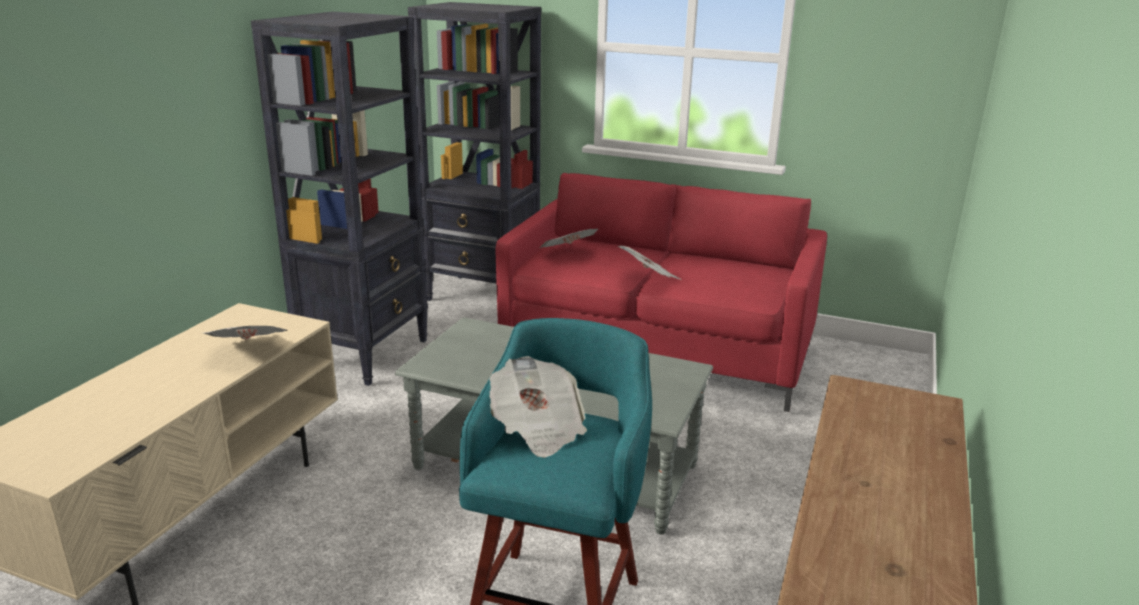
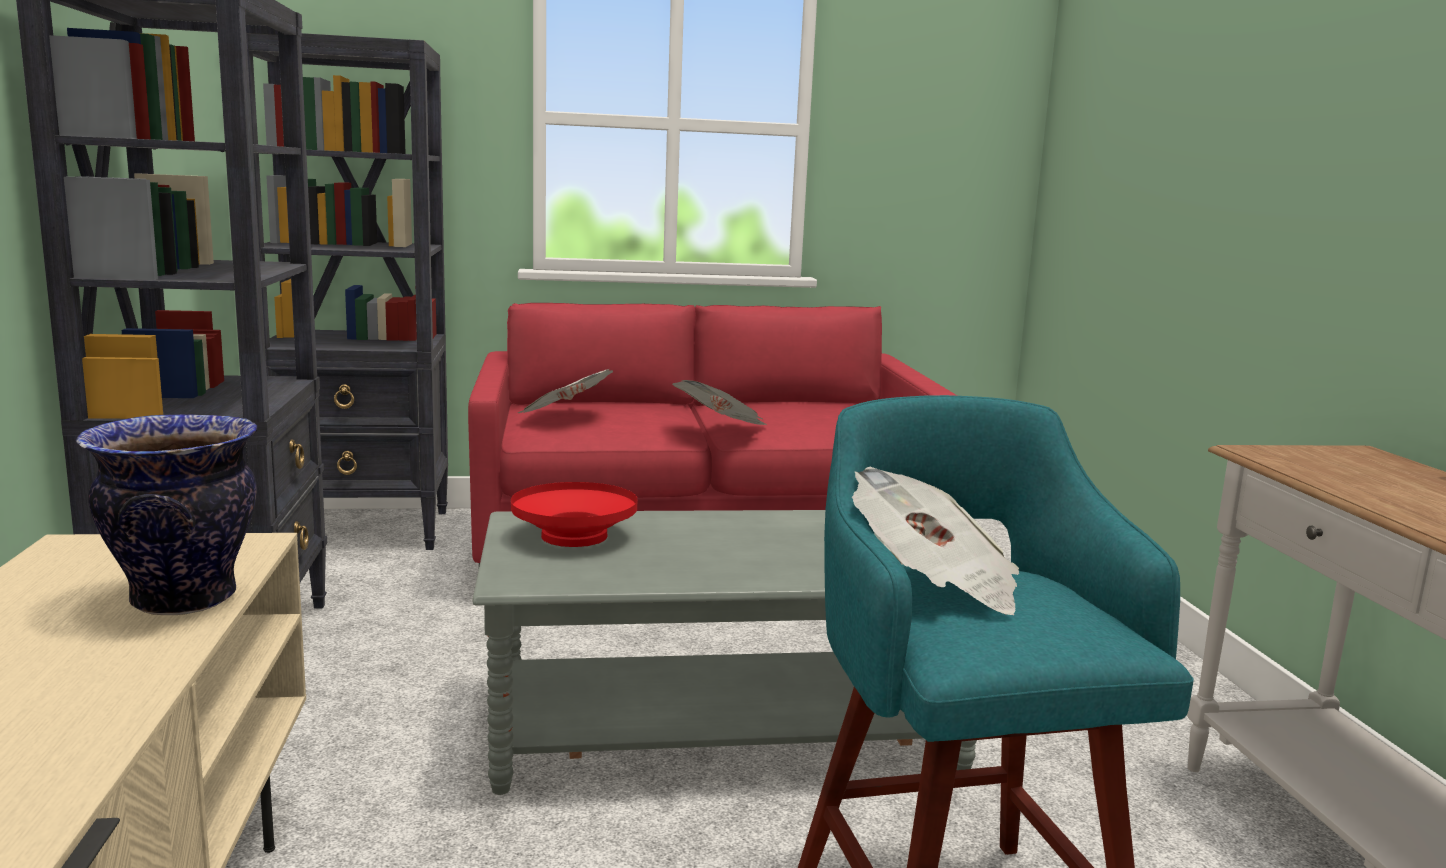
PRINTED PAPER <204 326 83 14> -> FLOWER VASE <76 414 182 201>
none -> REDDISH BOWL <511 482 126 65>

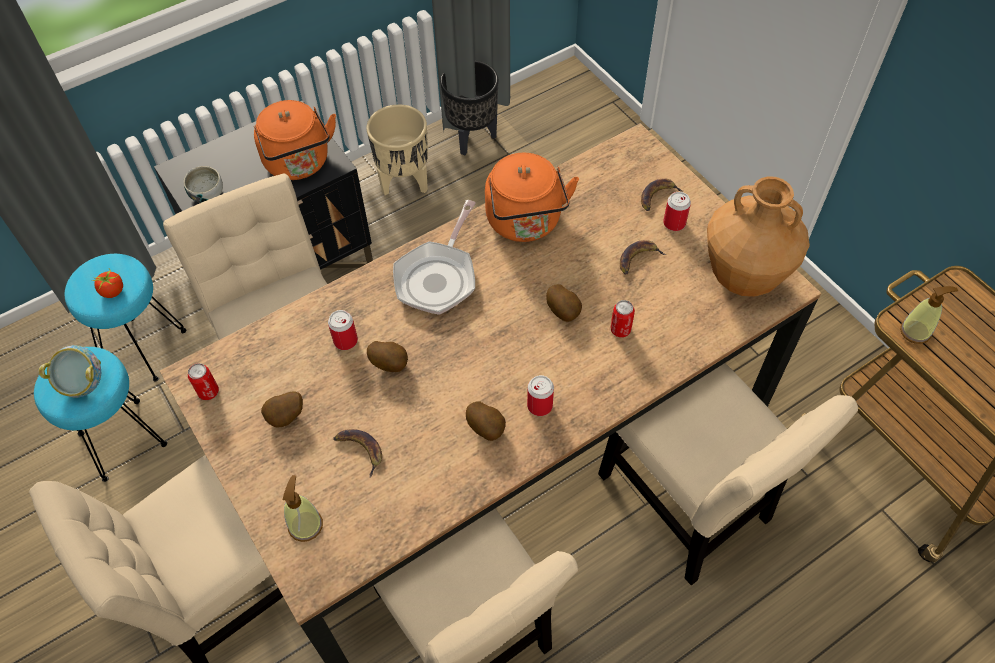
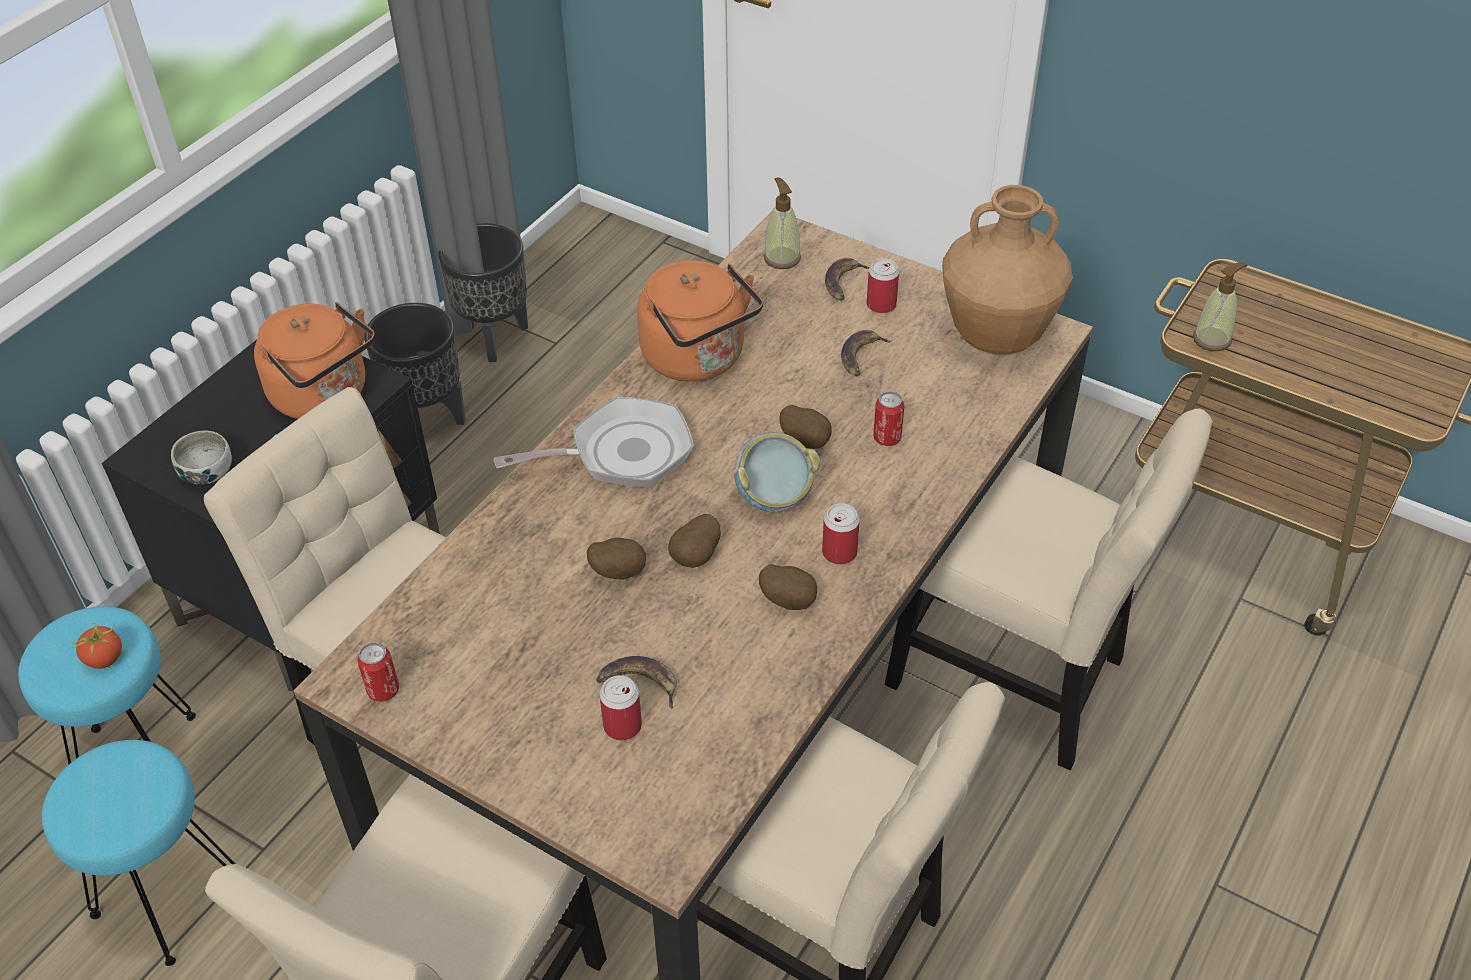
BEIGE PLANT POT <366 104 62 91> -> BLACK-COLOURED PLANT POT <364 303 101 122>
SKILLET <393 200 83 115> -> SKILLET <494 397 200 90>, 105 degrees counterclockwise
SEALED CAN <328 310 30 40> -> SEALED CAN <600 675 42 65>, shifted
BOWL <38 345 63 52> -> BOWL <734 432 86 80>, shifted
WHOLE POTATO <261 392 42 36> -> WHOLE POTATO <668 514 53 54>, shifted
SOAP BOTTLE <283 475 40 67> -> SOAP BOTTLE <764 177 37 92>, shifted

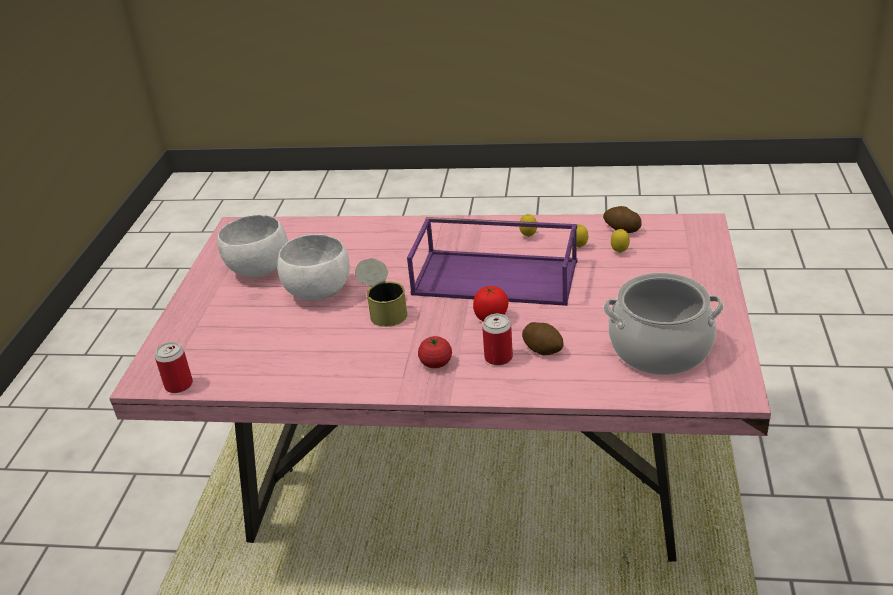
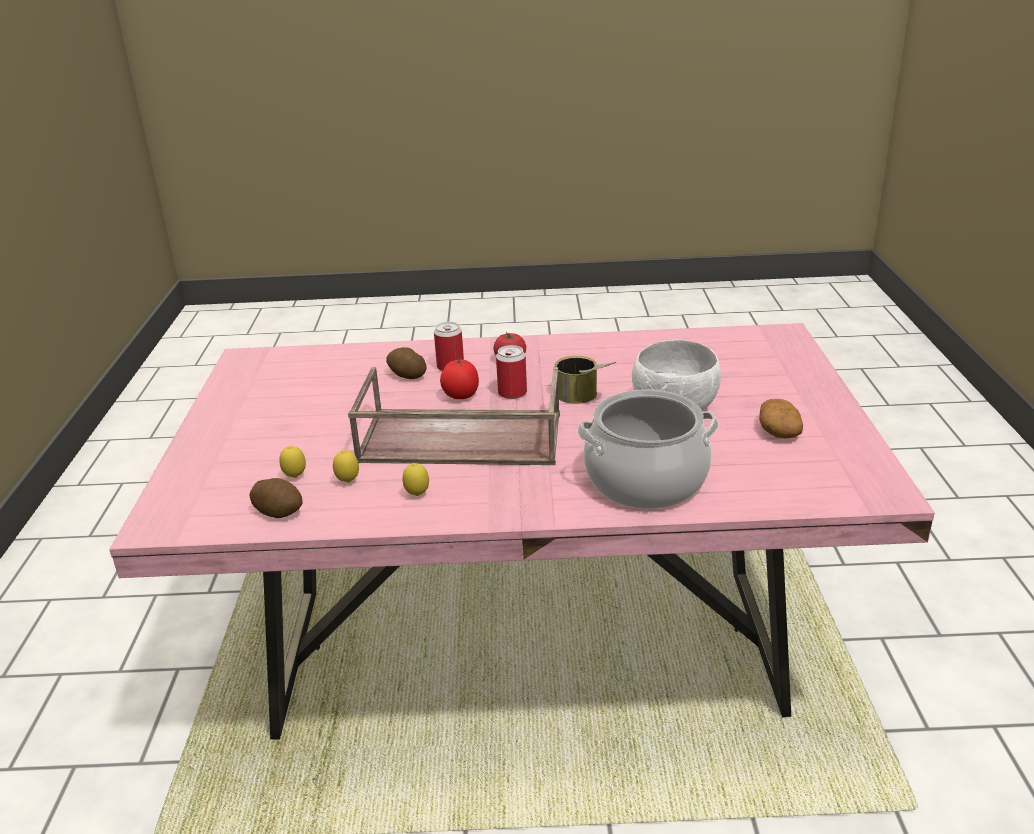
WHITE-COLOURED BOWL <217 215 71 63> -> WHOLE POTATO <759 399 44 39>
PURPLE-COLOURED CARRYING TRAY <407 217 170 89> -> BROWN-COLOURED CARRYING TRAY <348 367 212 98>
COOKING POT <603 273 121 102> -> COOKING POT <577 389 142 120>, shifted
SEALED CAN <155 342 38 51> -> SEALED CAN <496 345 31 54>, shifted

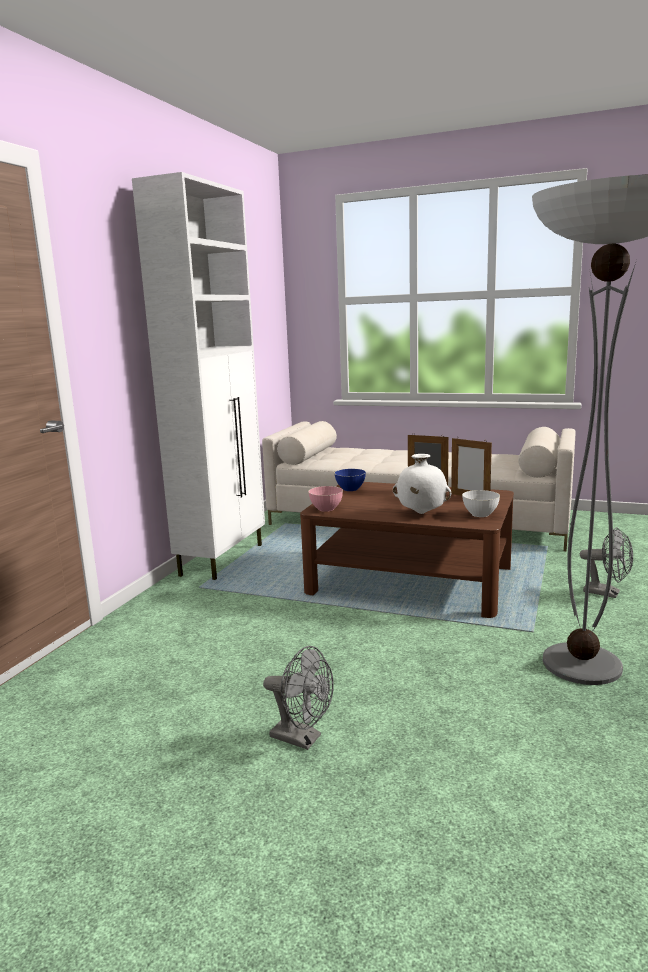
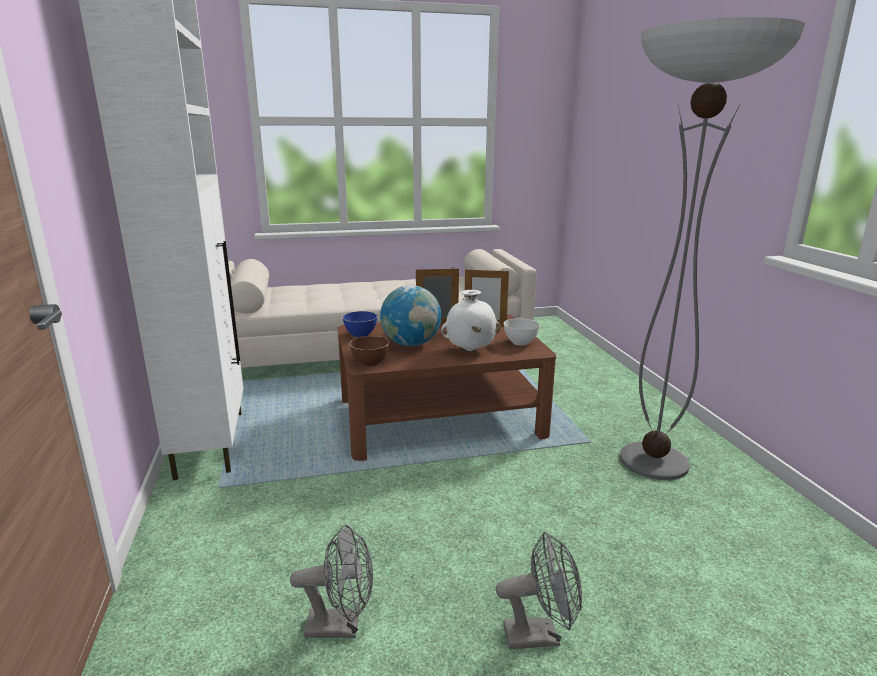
PINK BOWL <308 486 35 26> -> BROWN-COLOURED BOWL <350 336 39 30>
GREYISH ELECTRIC FAN <580 527 53 71> -> GREYISH ELECTRIC FAN <290 525 83 113>, shifted
none -> WORLD GLOBE <380 285 62 62>

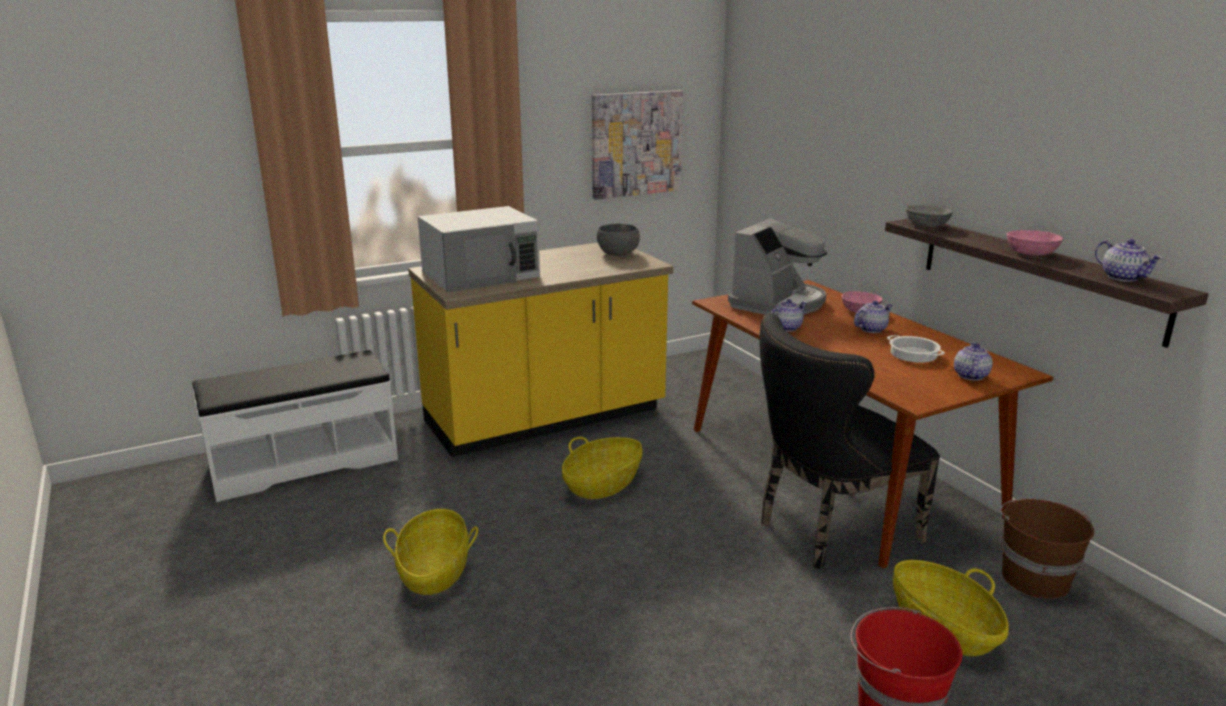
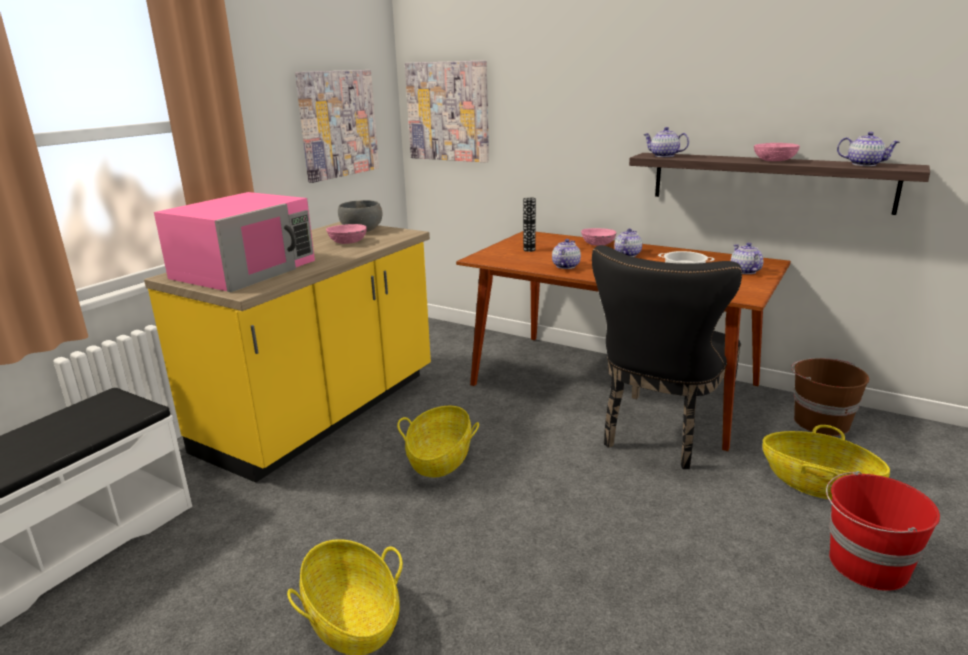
GREYISH BOWL <906 205 47 22> -> TEA POT <643 127 46 30>
WHITE-COLOURED KITCHEN MICROWAVE <418 206 122 86> -> PINK KITCHEN MICROWAVE <154 192 161 100>
COFFEE MACHINE <728 218 99 97> -> FLOWER VASE <523 197 13 55>
none -> PICTURE <405 60 84 102>
none -> PINK BOWL <326 224 41 20>

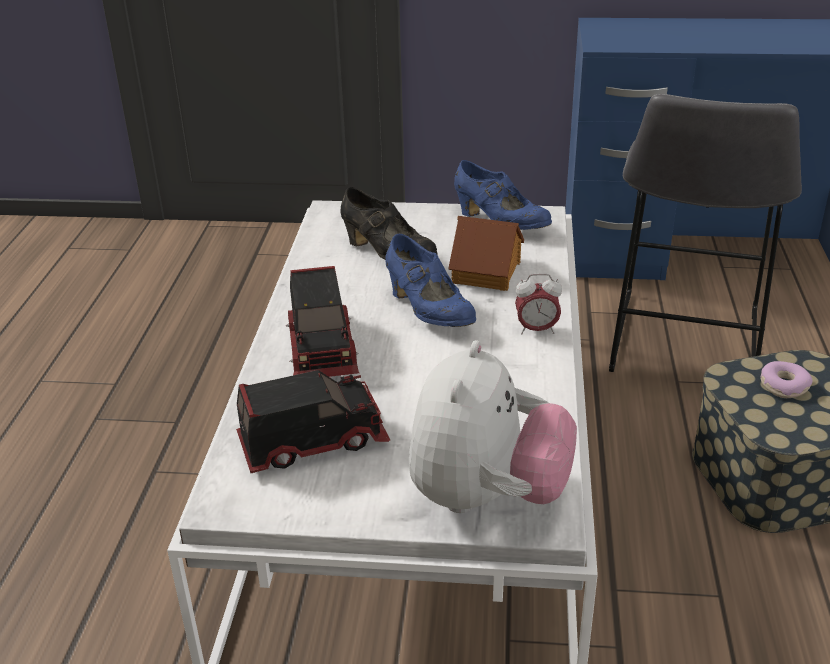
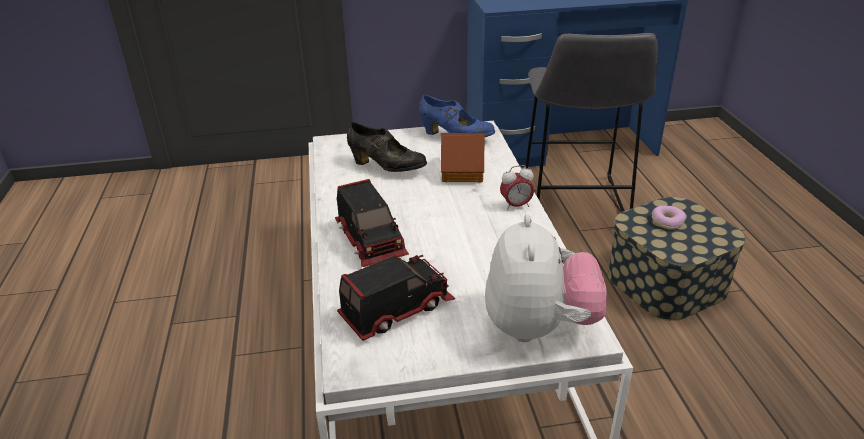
BLUE SHOE <385 234 91 93> -> none

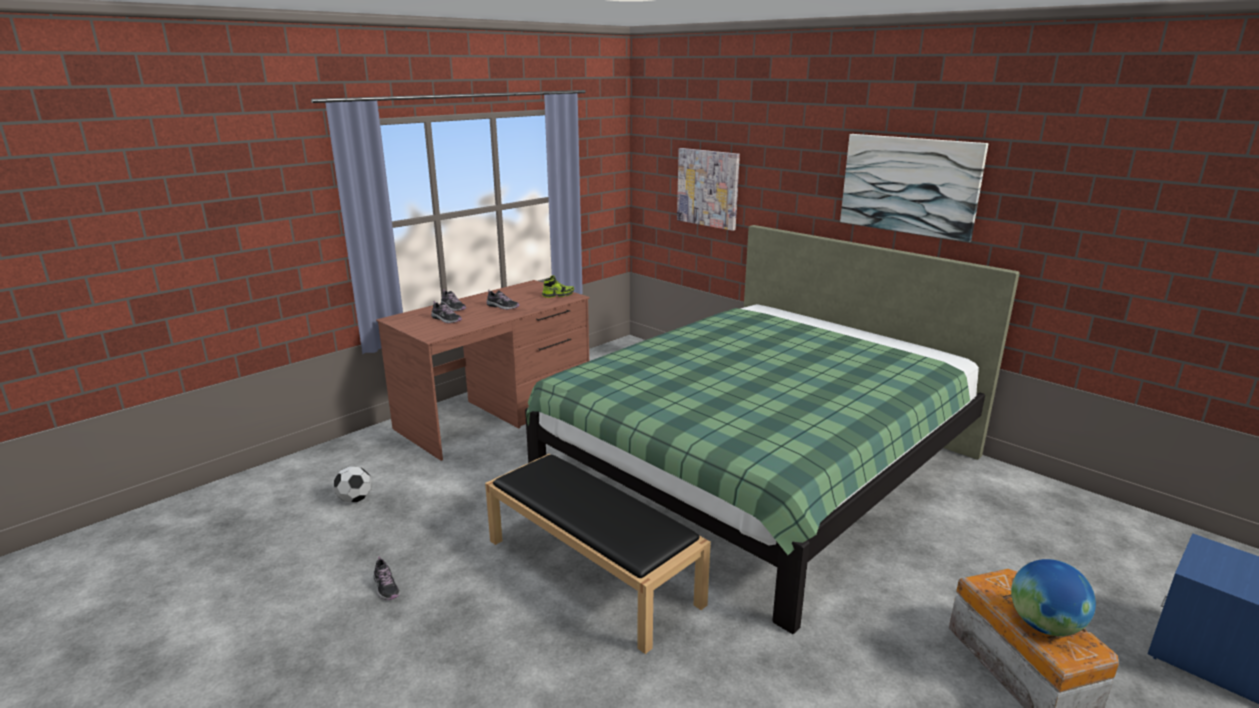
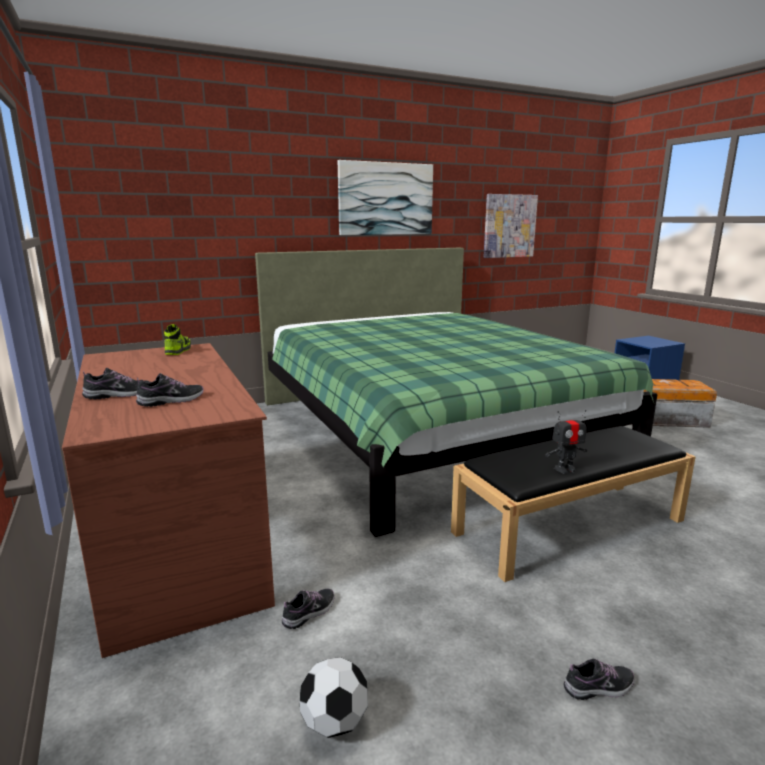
PICTURE <677 148 63 83> -> PICTURE <484 194 54 64>, shifted
SHOE <486 290 33 20> -> SHOE <282 589 52 40>, shifted
WORLD GLOBE <1011 559 85 77> -> none
none -> MODEL ROBOT <545 410 42 64>

